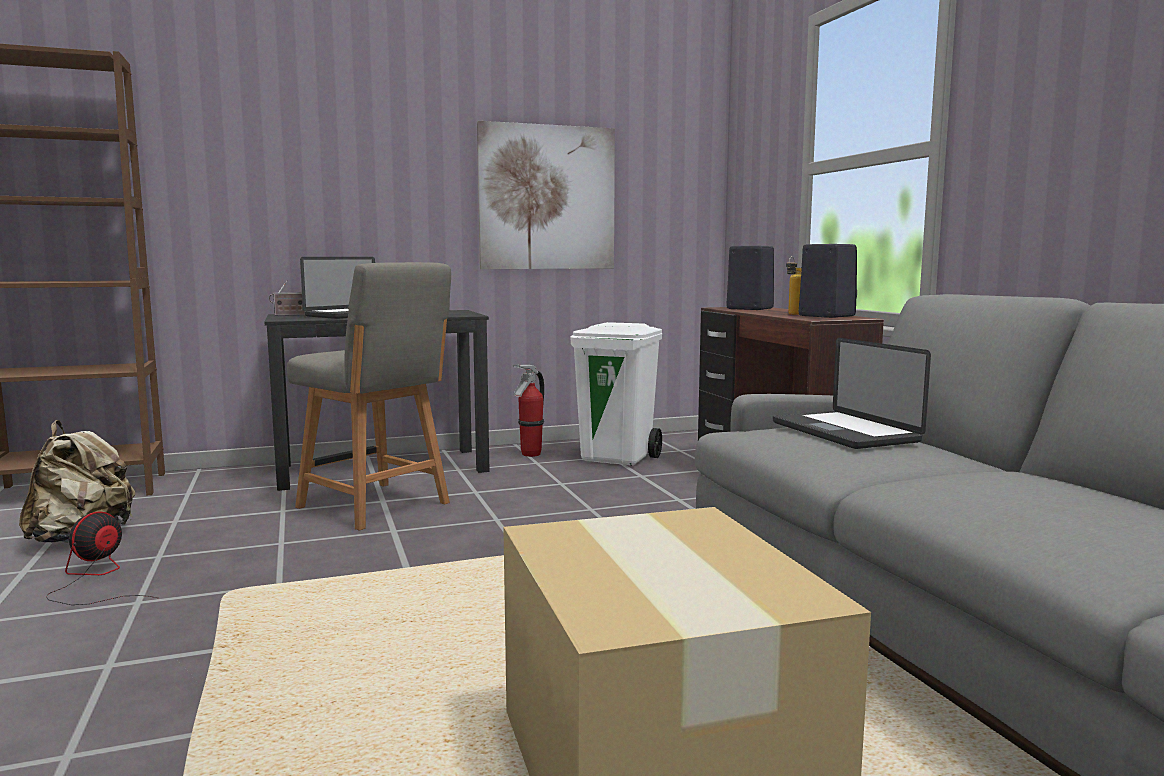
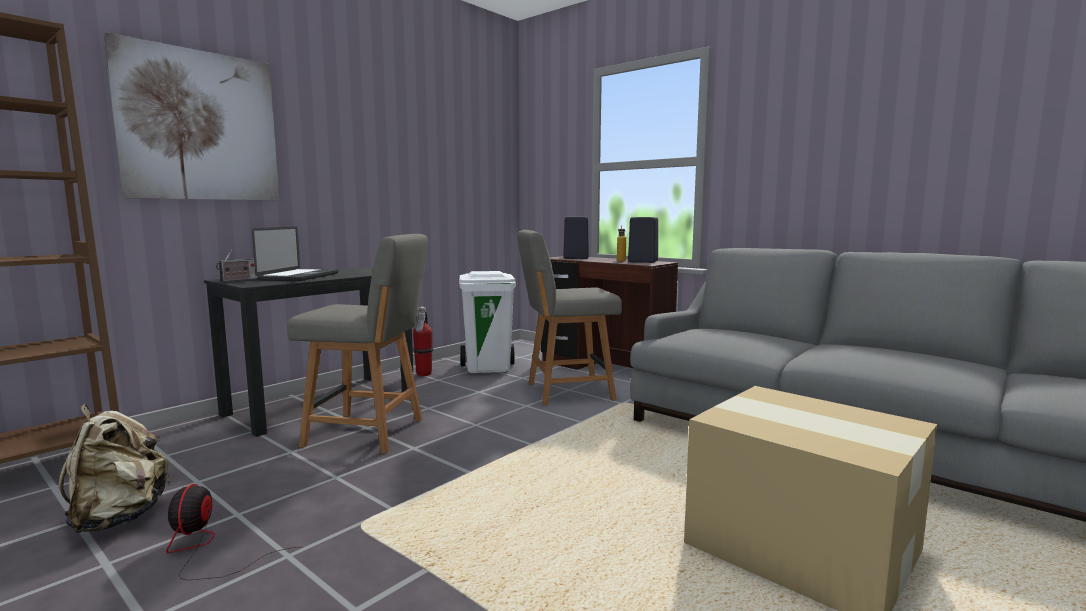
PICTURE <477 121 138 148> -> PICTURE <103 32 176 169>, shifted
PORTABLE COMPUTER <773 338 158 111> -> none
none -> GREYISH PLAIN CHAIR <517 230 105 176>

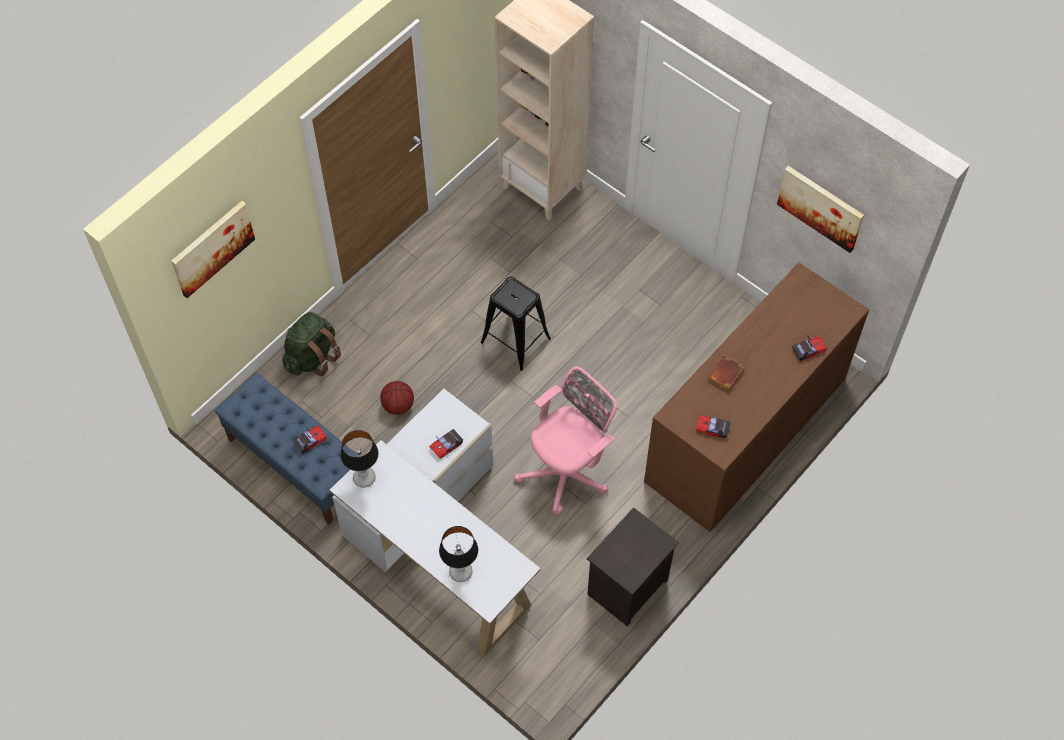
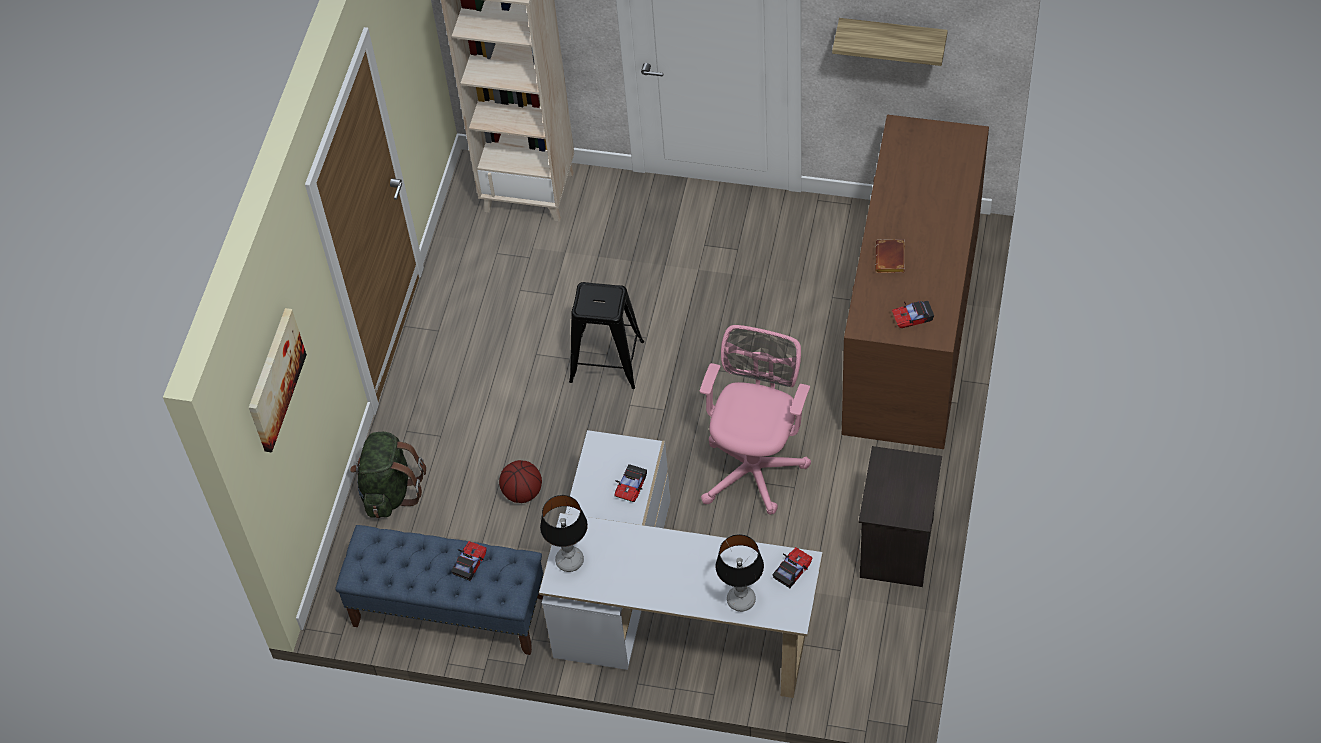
PICTURE <777 166 87 87> -> SHELF <832 18 116 48>
MODEL CAR <792 336 35 25> -> MODEL CAR <772 547 41 41>, shifted

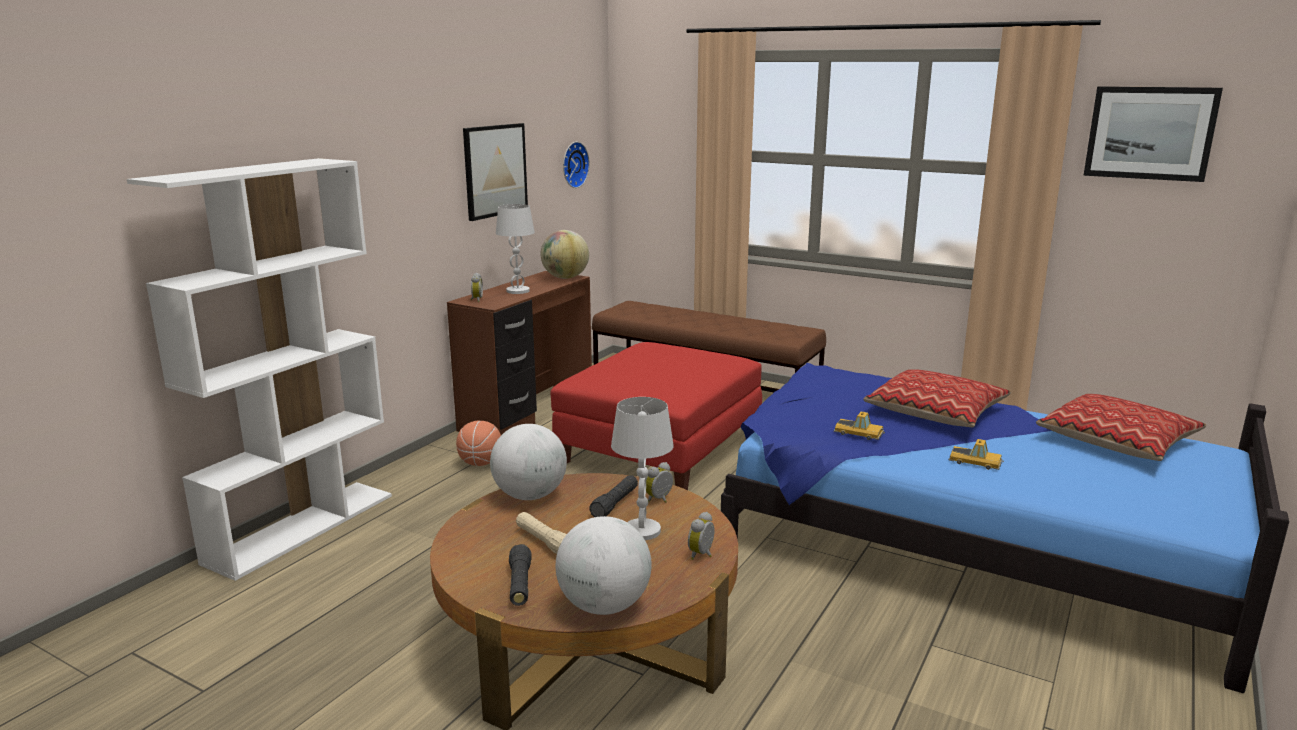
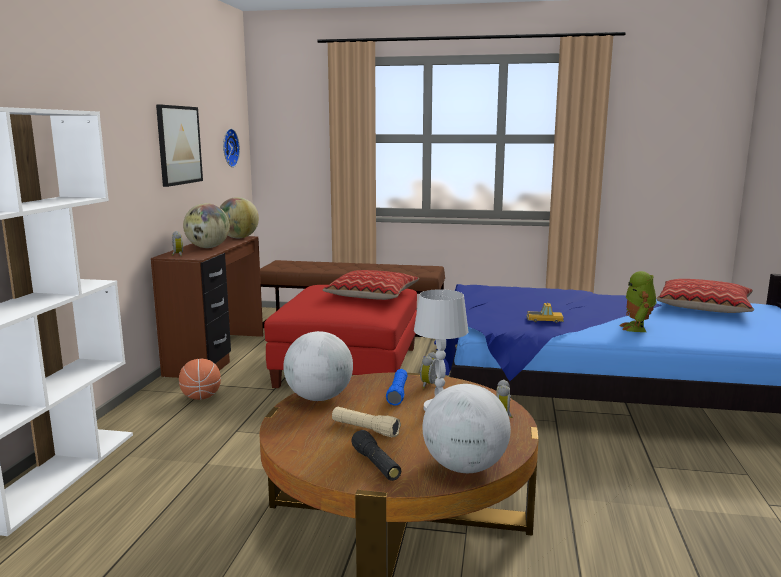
PICTURE <1083 86 140 96> -> none
WHITE-COLOURED TABLE LAMP <496 204 39 90> -> WORLD GLOBE <183 203 47 45>
PILLOW <863 369 148 58> -> PILLOW <323 270 96 30>, shifted
MODEL CAR <949 439 55 31> -> MODEL ROBOT <620 271 36 61>
BLACK-COLOURED TORCH <589 475 49 42> -> BLUE TORCH <386 369 22 37>

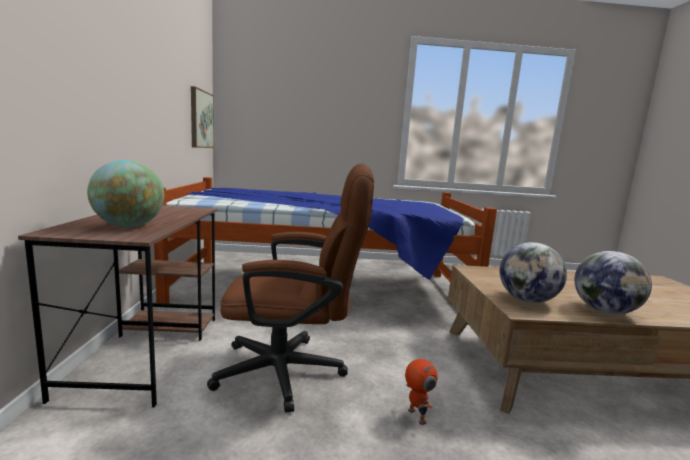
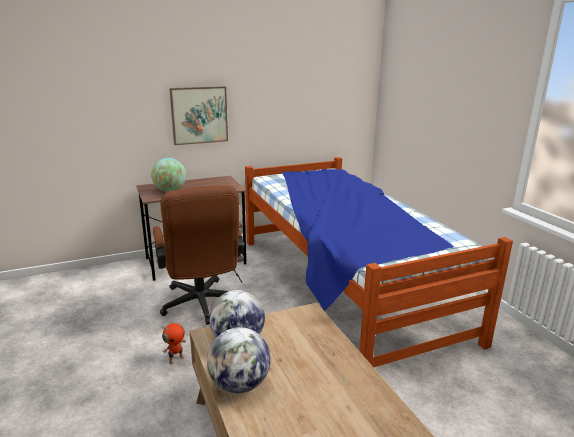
PICTURE <191 86 23 62> -> PICTURE <169 86 59 59>, shifted

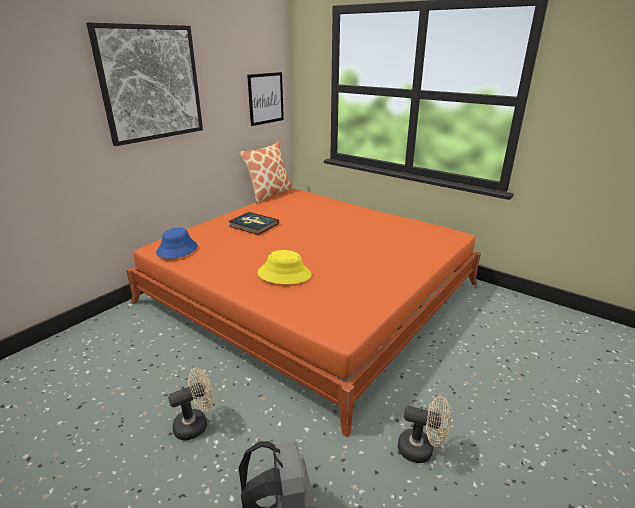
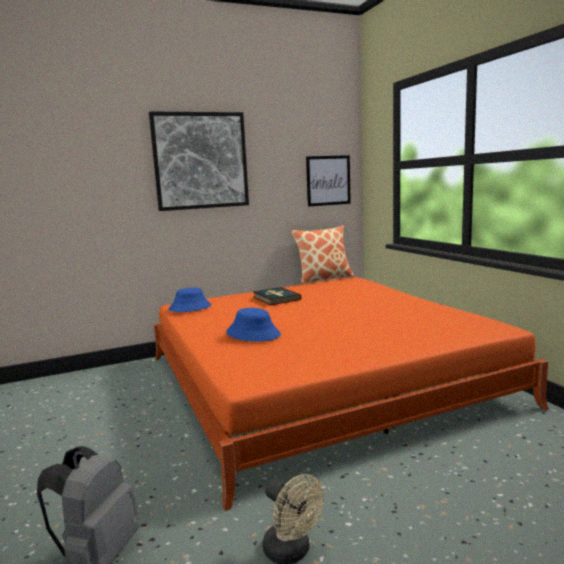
YELLOW-COLOURED CLOTHING HAT <258 250 54 34> -> BLUE CLOTHING HAT <226 308 55 34>
BEIGE ELECTRIC FAN <168 368 46 72> -> none

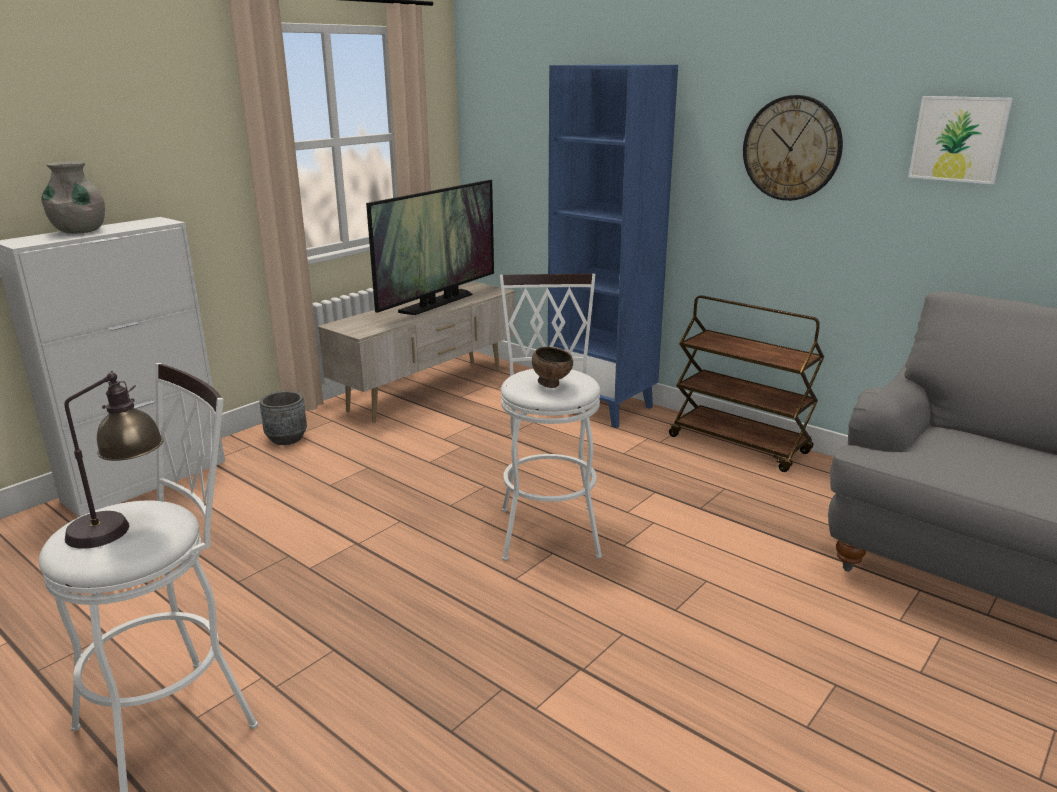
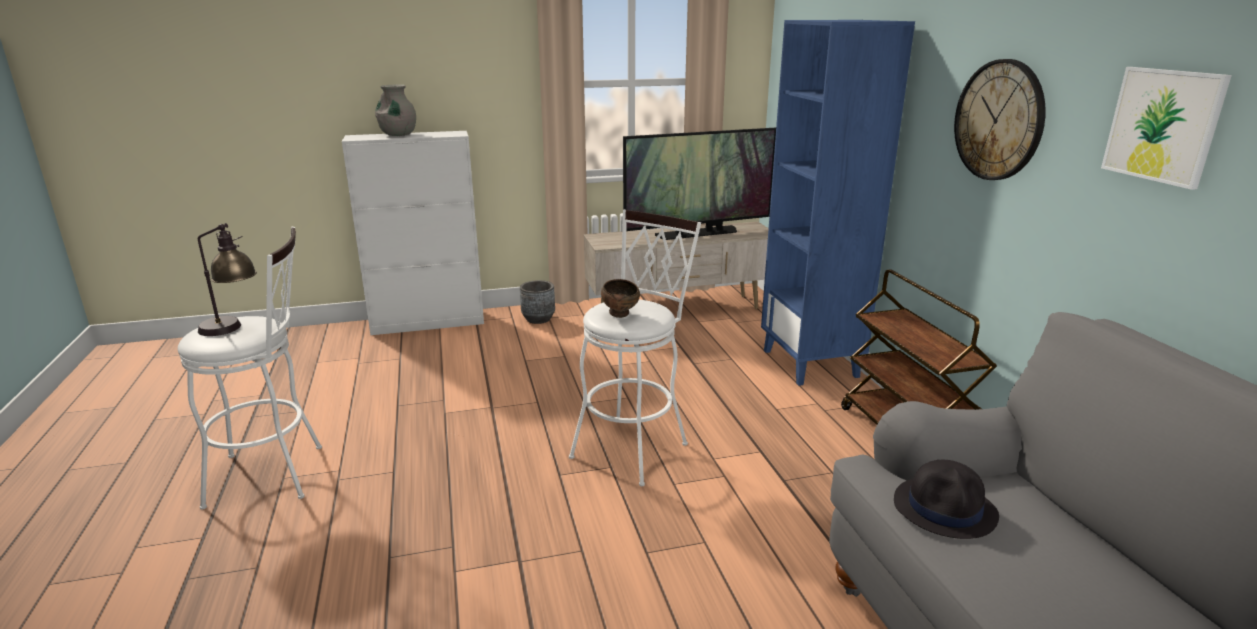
none -> BLACK-COLOURED CLOTHING HAT <894 460 105 79>

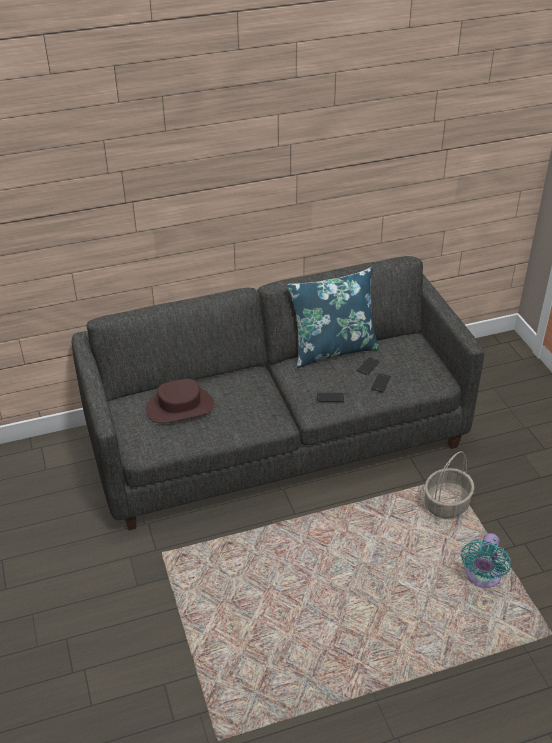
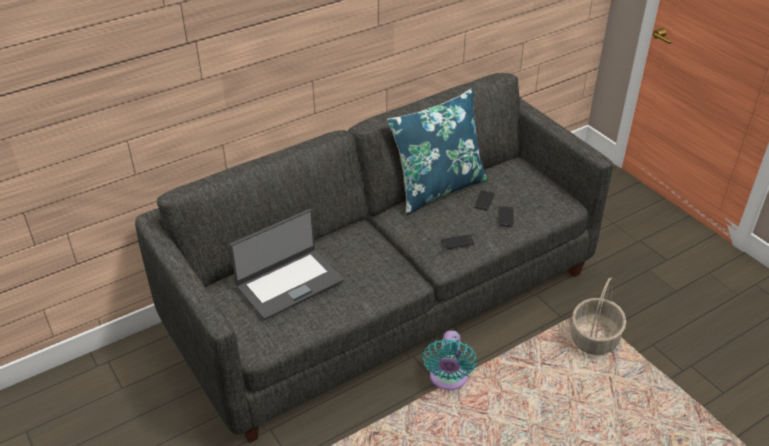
BROWN-COLOURED CLOTHING HAT <146 379 68 44> -> PORTABLE COMPUTER <229 209 115 111>
BLUE-GREEN ELECTRIC FAN <461 533 50 55> -> BLUE-GREEN ELECTRIC FAN <422 330 55 60>, shifted

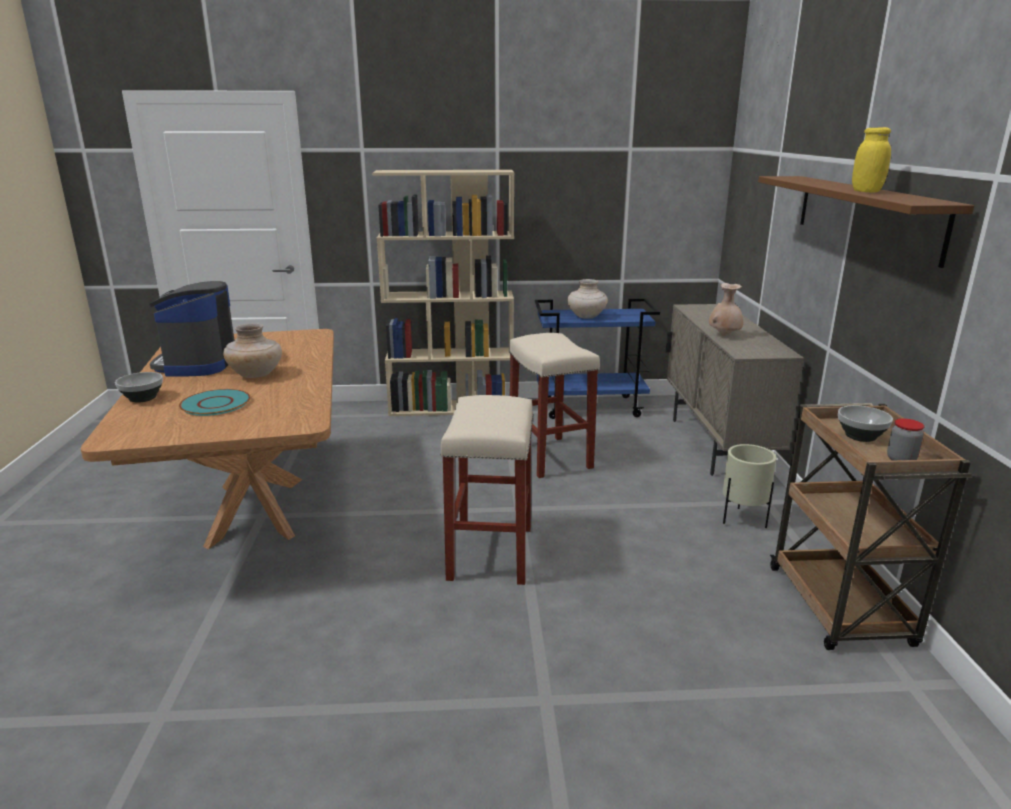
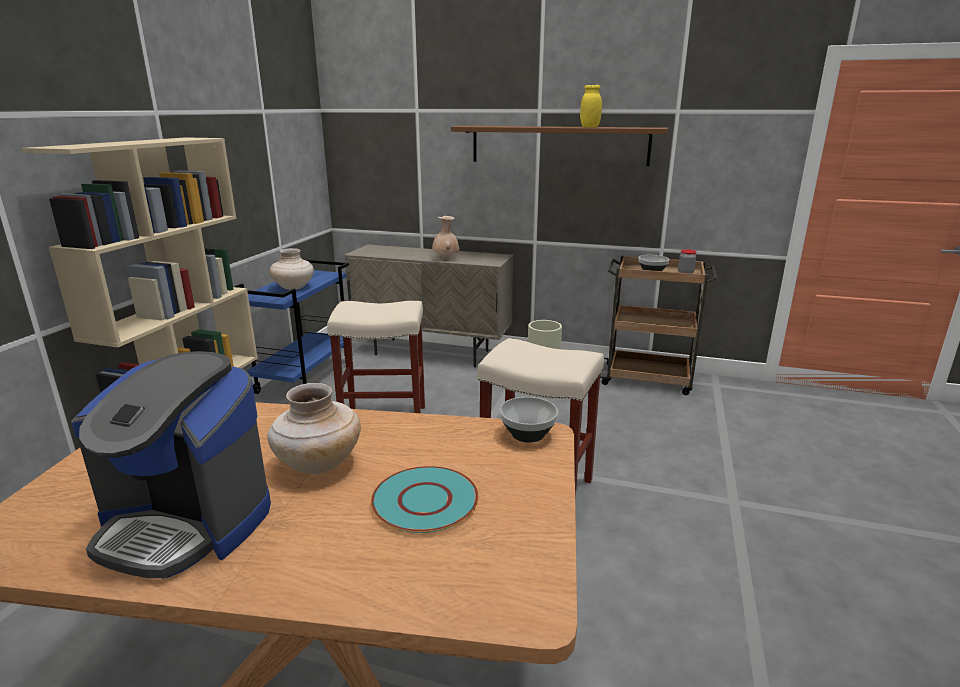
BOWL <115 372 48 31> -> BOWL <500 397 58 45>, shifted

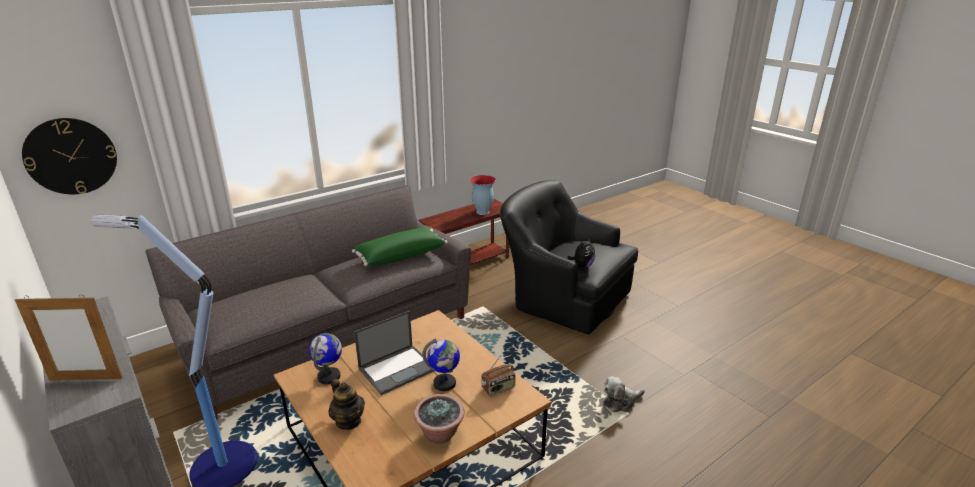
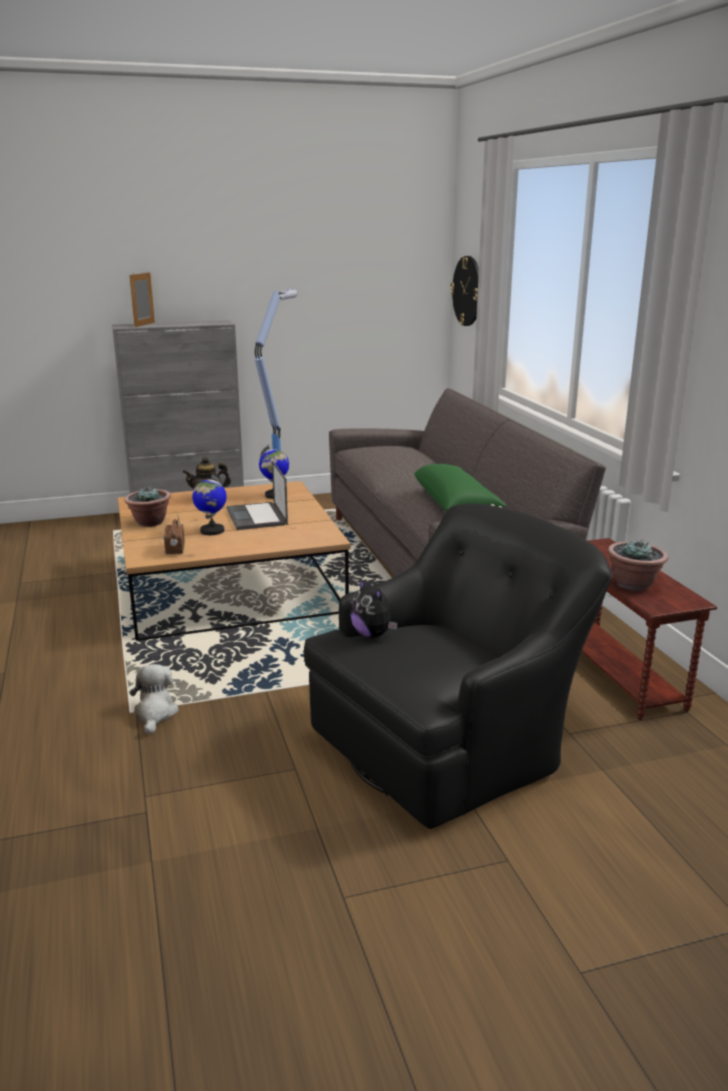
FLOWER VASE <469 175 27 40> -> POTTED PLANT <608 539 60 52>

